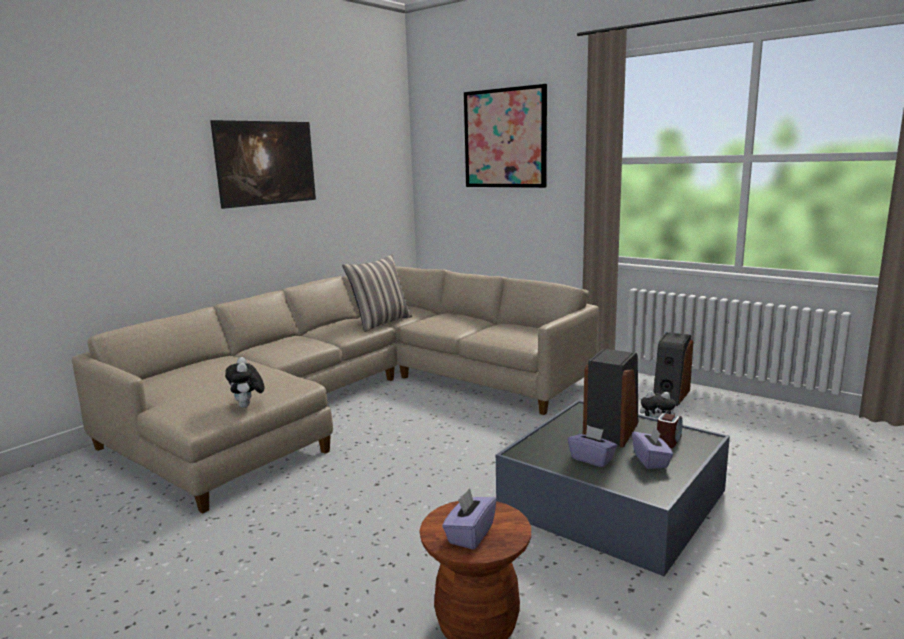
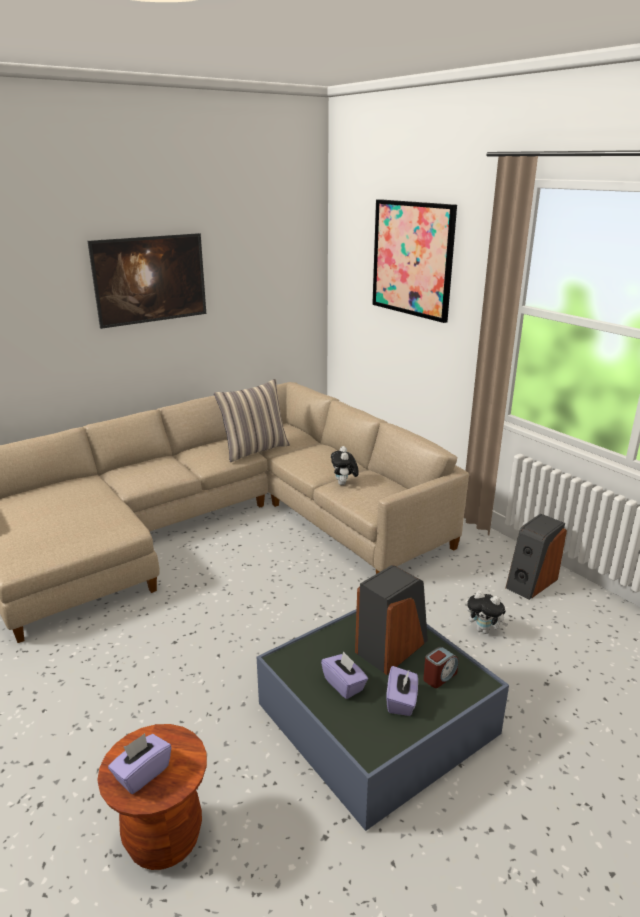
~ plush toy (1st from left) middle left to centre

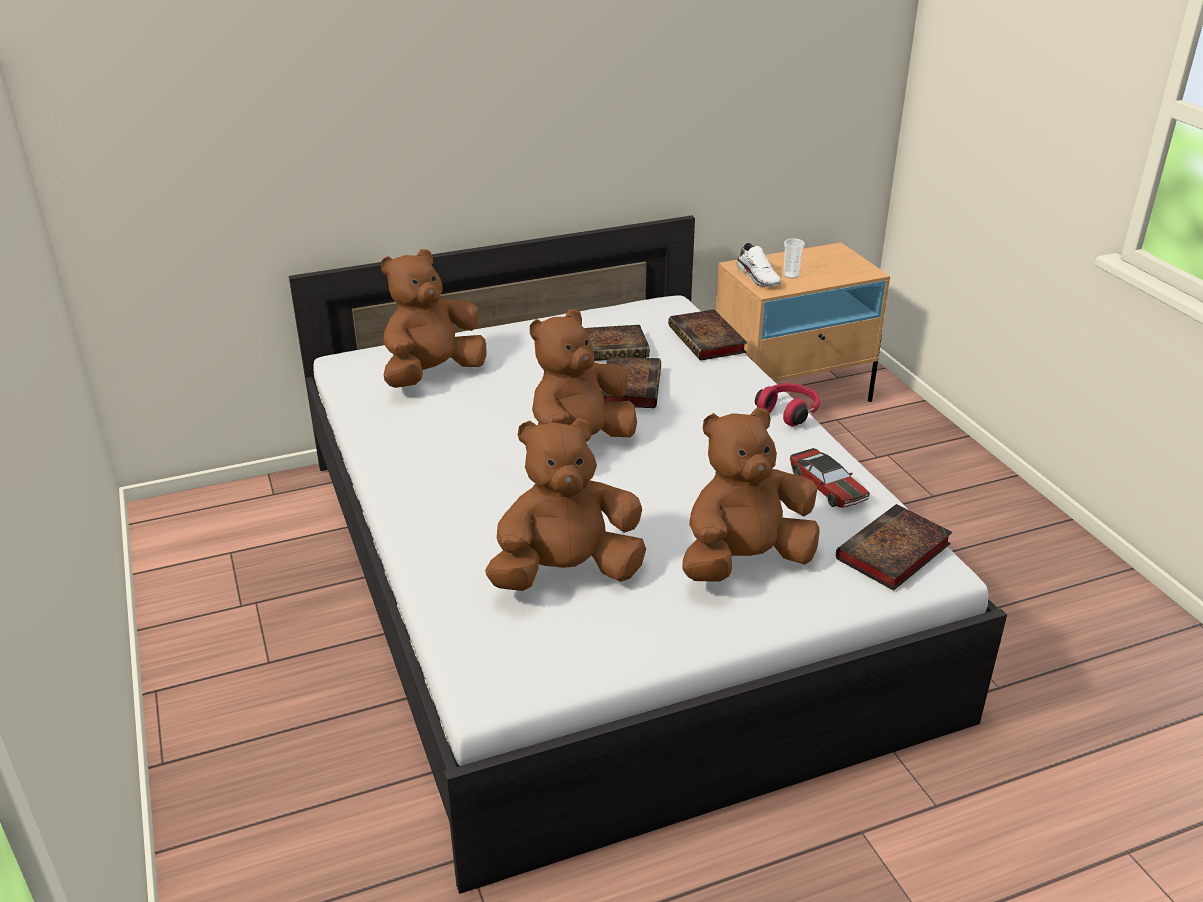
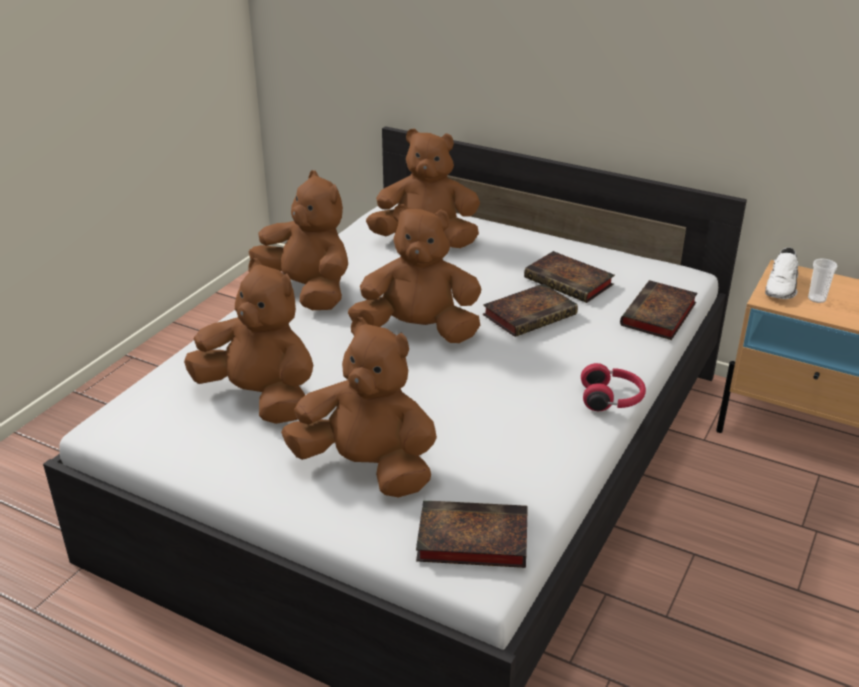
- miniature car middle right
+ brown plush toy (2nd from left) centre

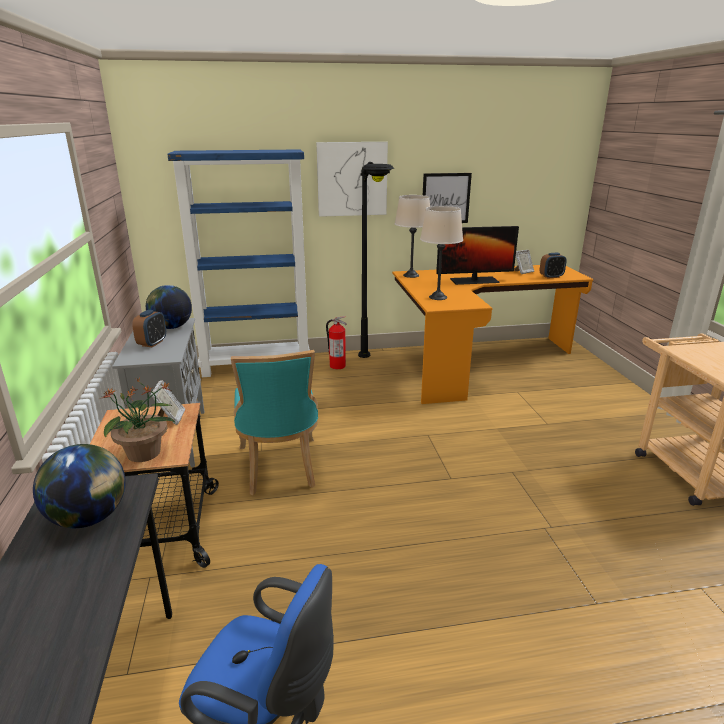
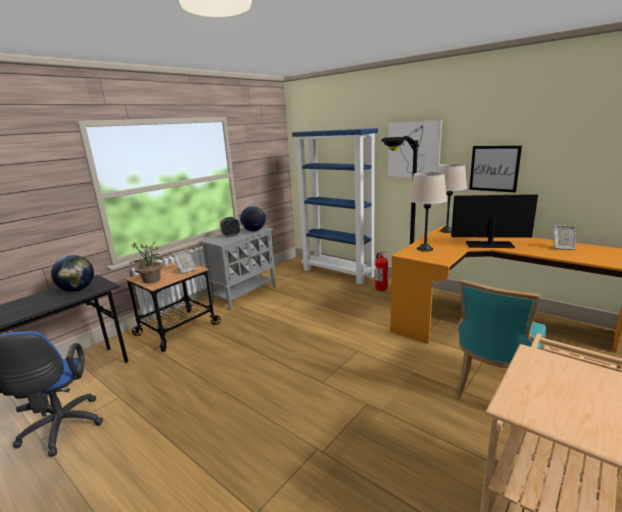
- bedside clock (2nd from left) middle right
~ turquoise-coloured plain chair centre to middle right
~ computer screen centre = middle right 150 degrees clockwise

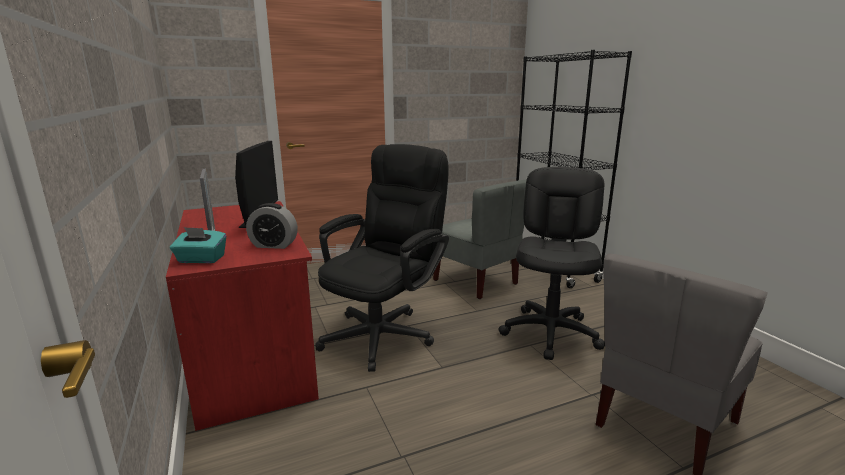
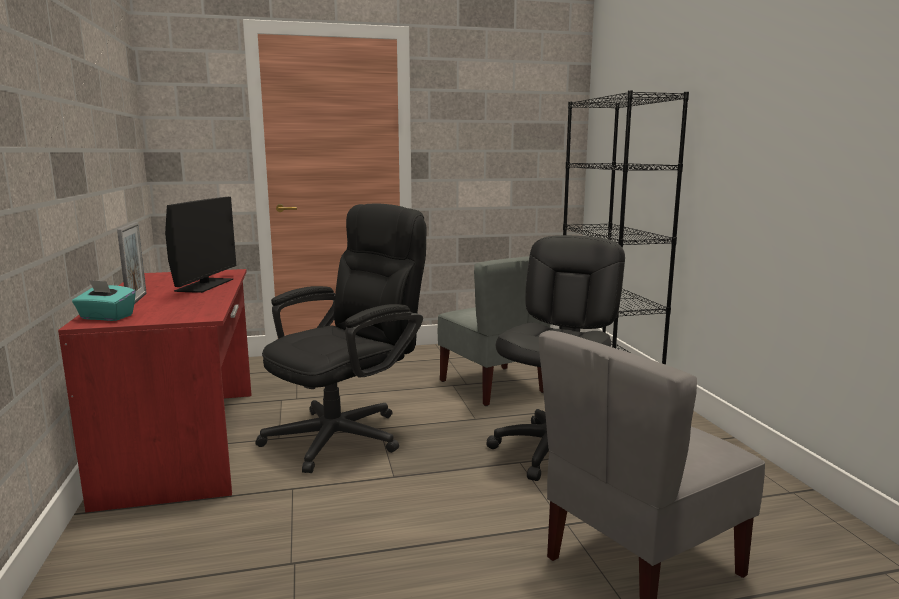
- bedside clock middle left

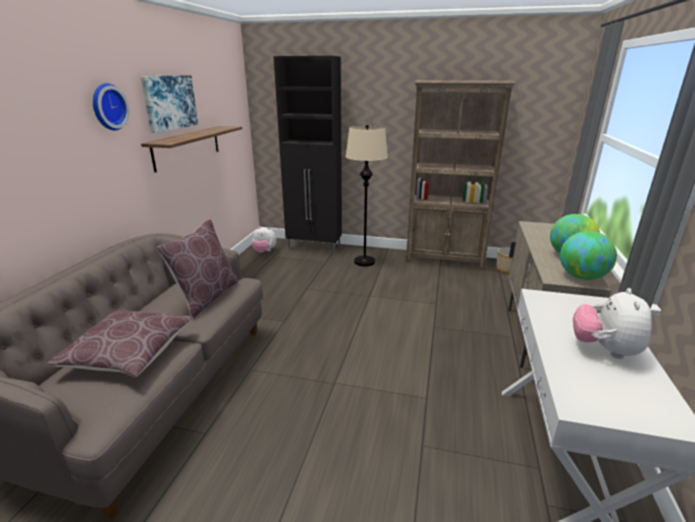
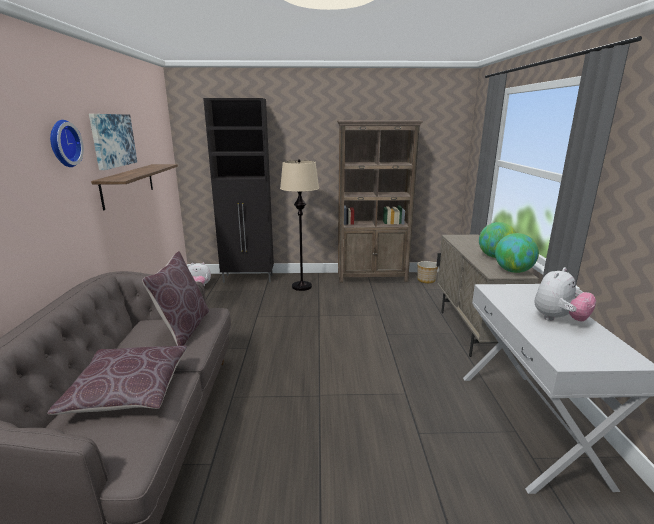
~ plush toy (2nd from left) middle right = middle right 135 degrees counterclockwise

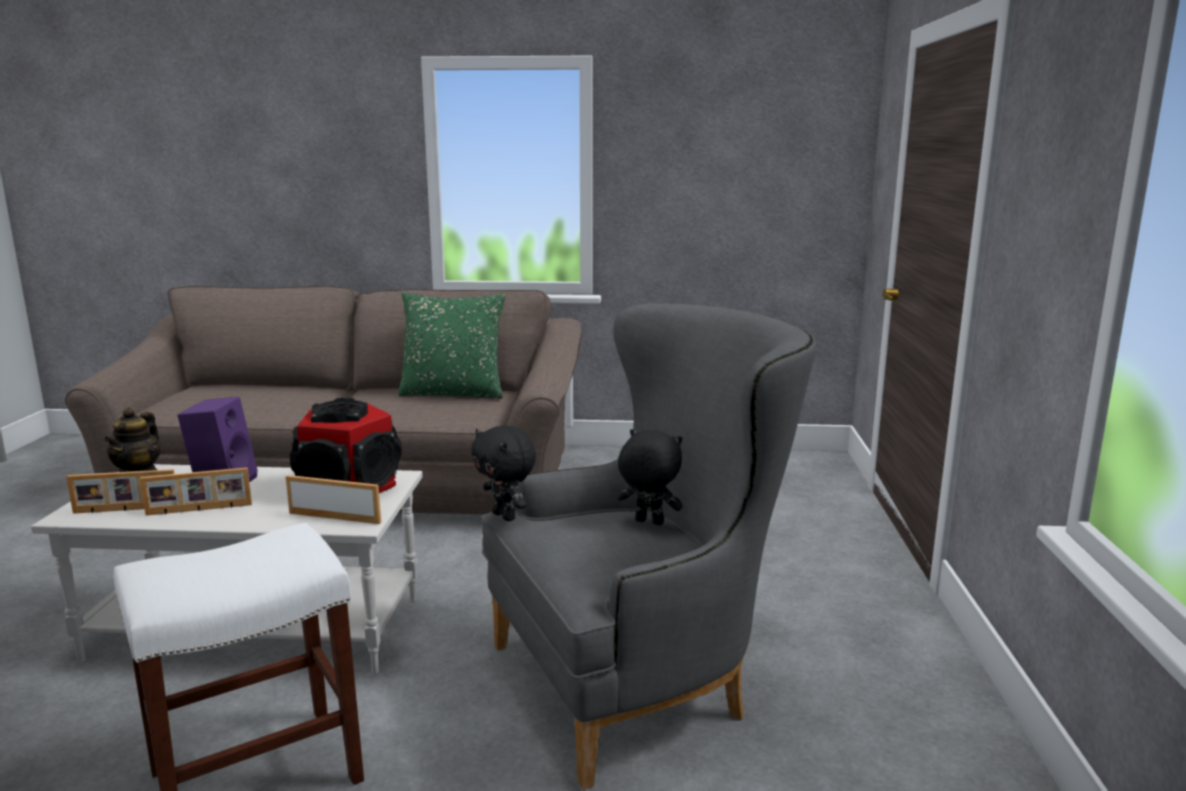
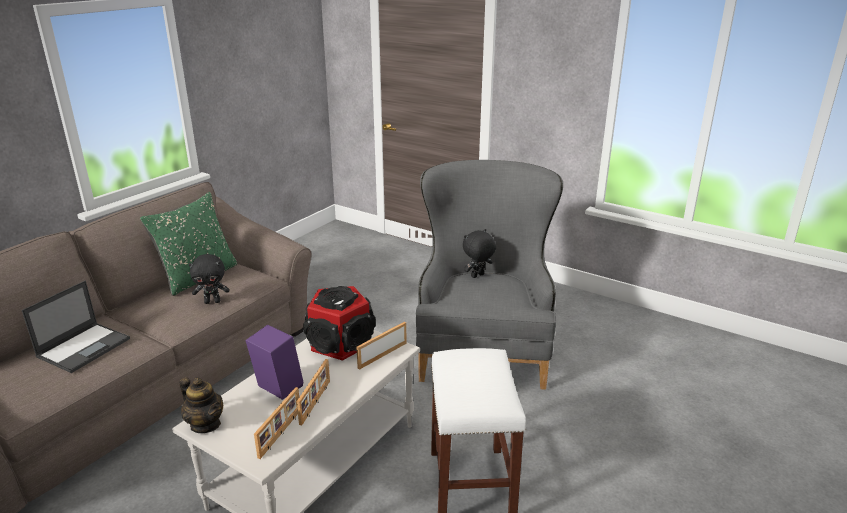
+ laptop middle left
~ black-coloured plush toy (1st from left) centre to middle left

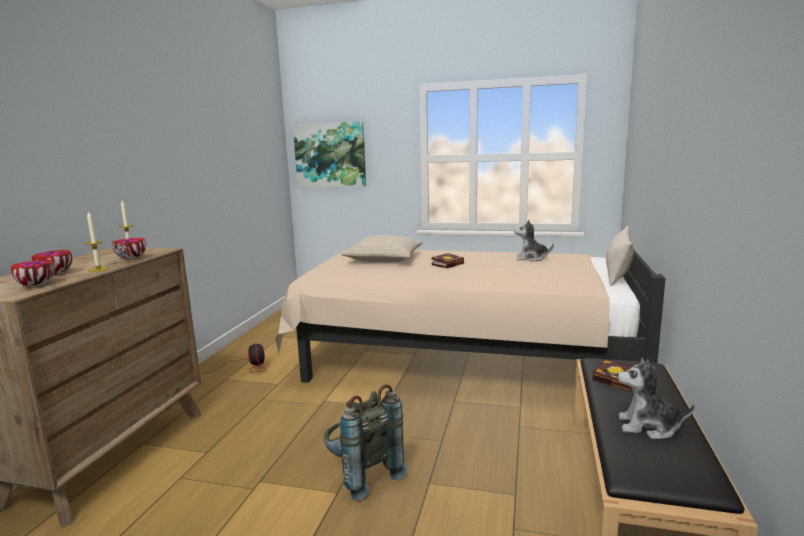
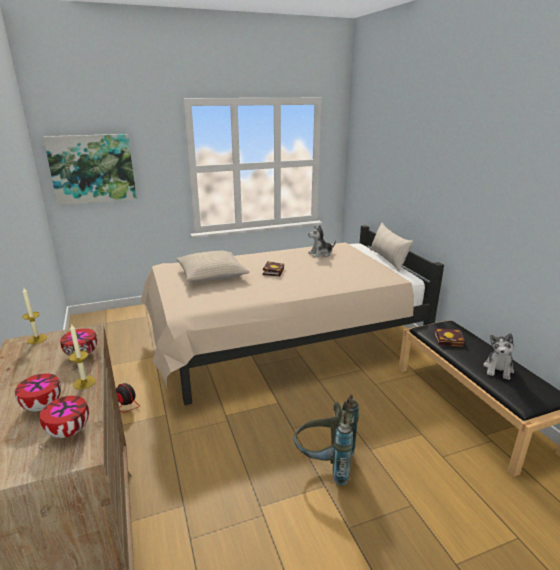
~ plush toy (2nd from left) bottom right = middle right 45 degrees counterclockwise

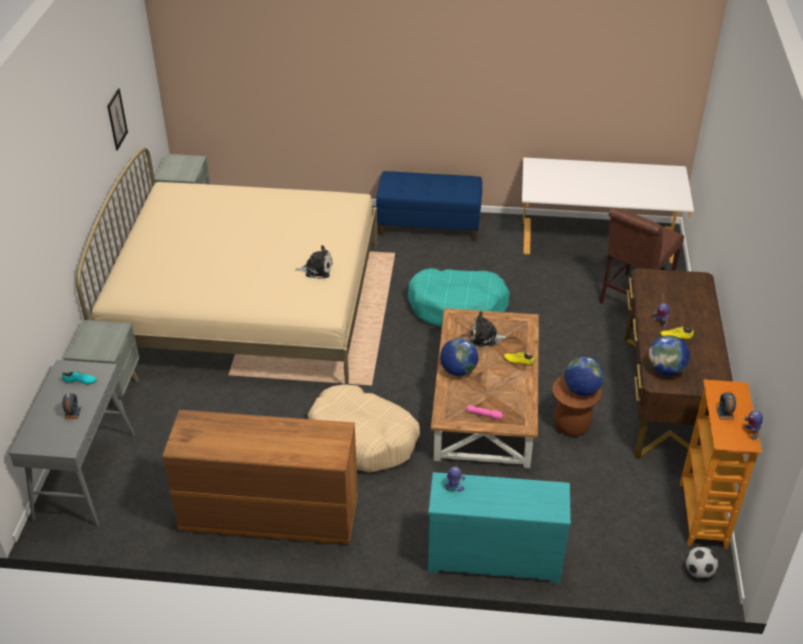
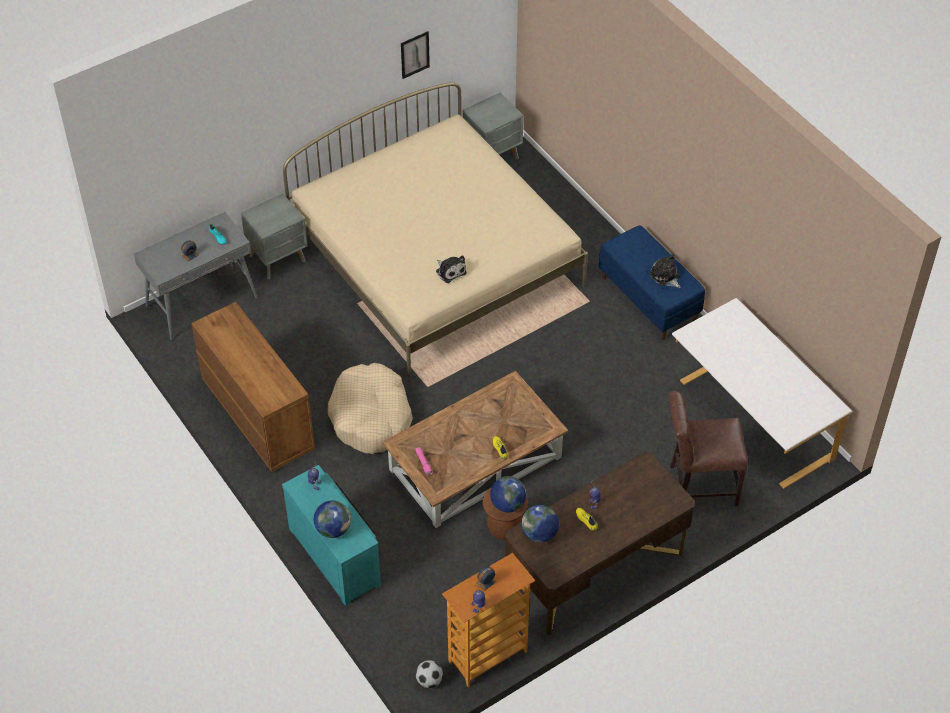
- turquoise-coloured pet bed centre
~ desk globe (1st from left) centre to bottom centre
~ plush toy (2nd from left) centre to middle right

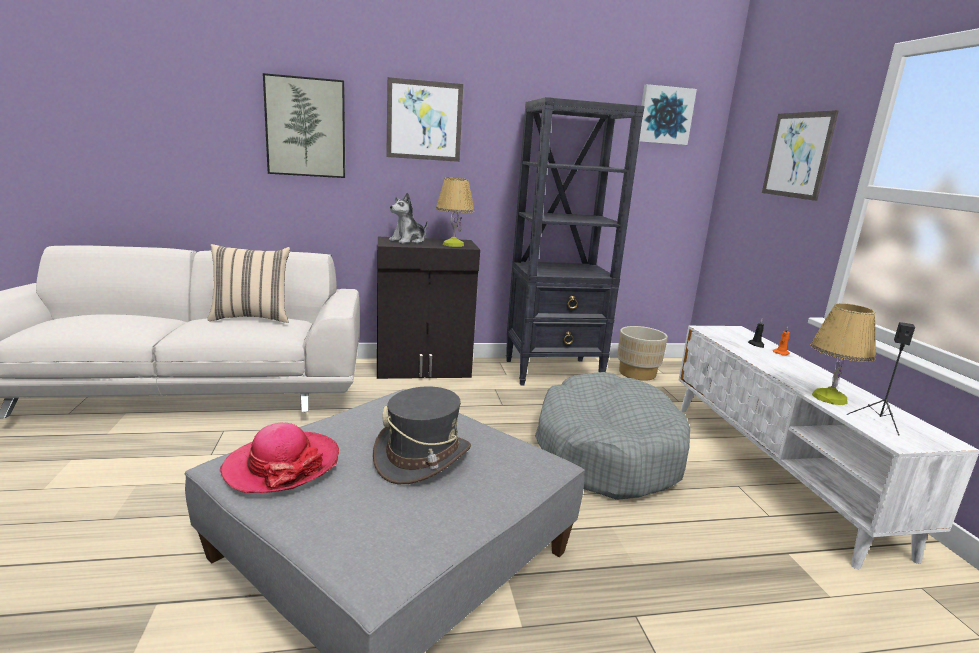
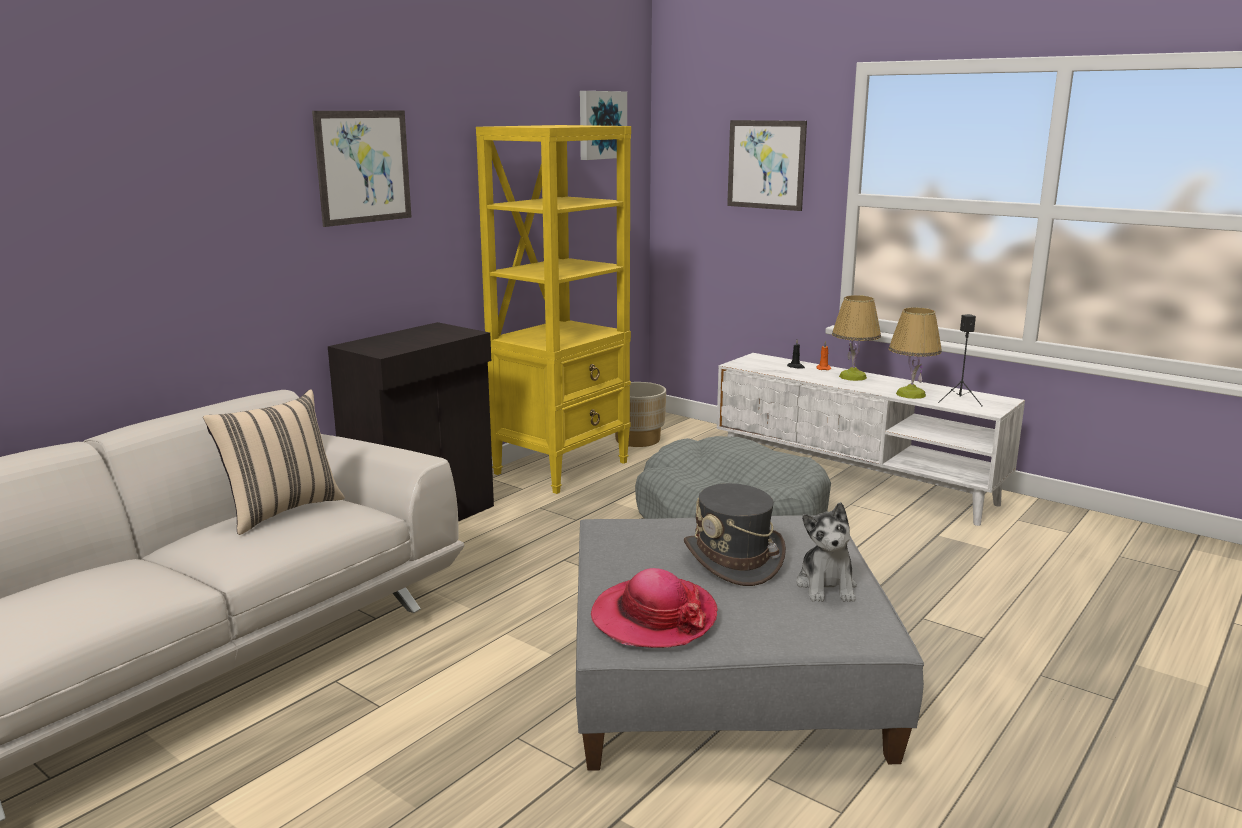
- wall picture (1st from left) top left
~ plush toy centre to bottom centre
~ table lamp (1st from left) top centre to middle right
~ black-coloured shelving unit centre to yellow-coloured shelving unit centre

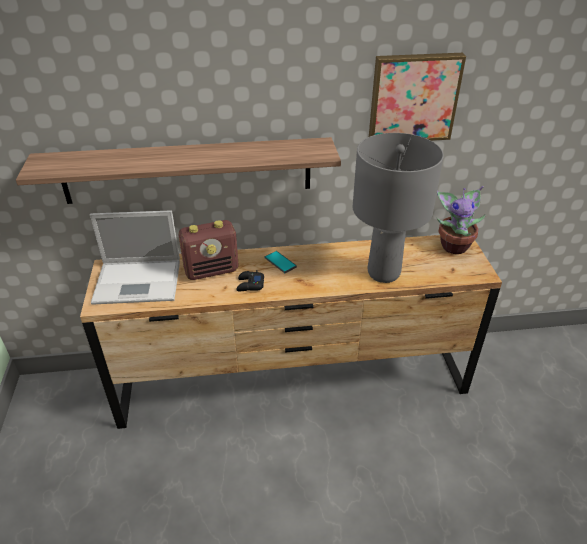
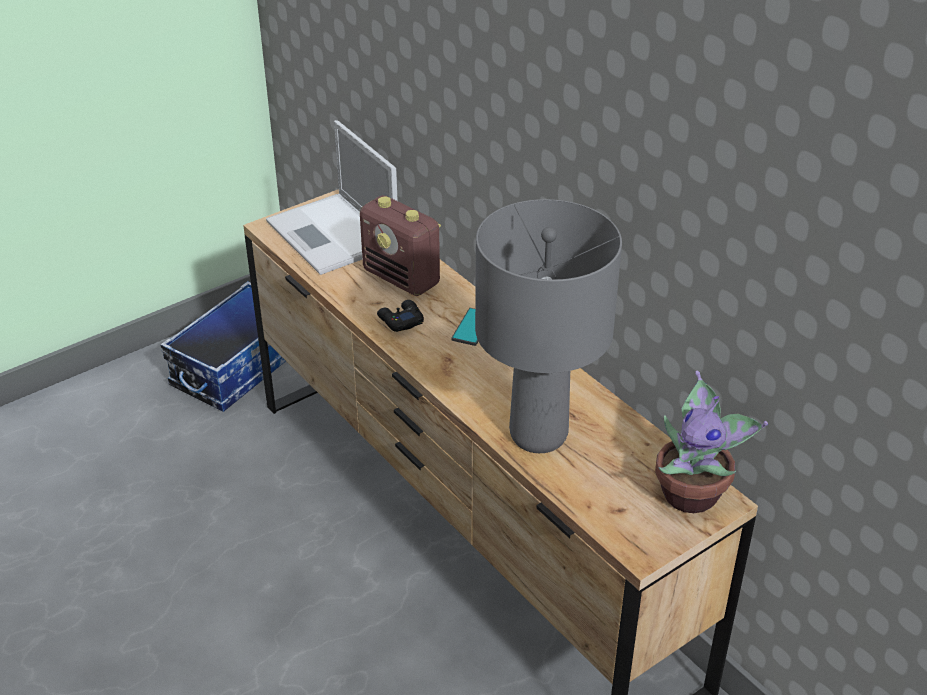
- wall shelf top left
- wall picture top right
+ storage box middle left

